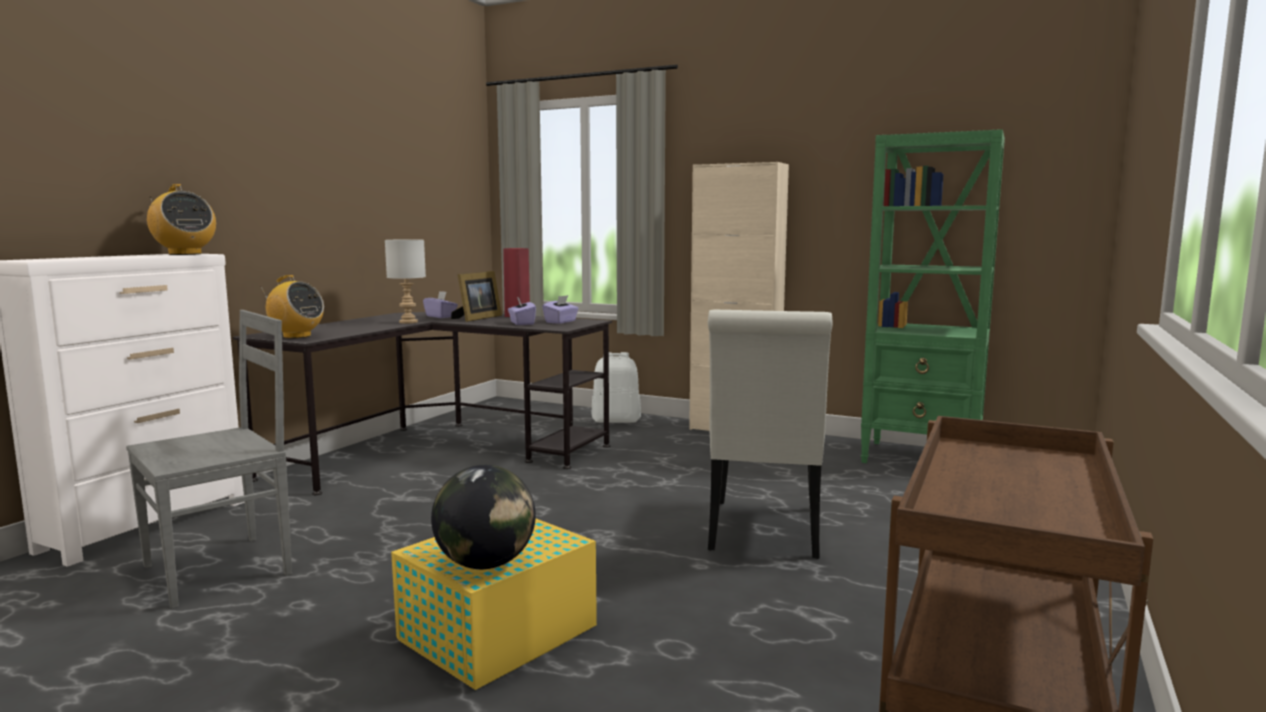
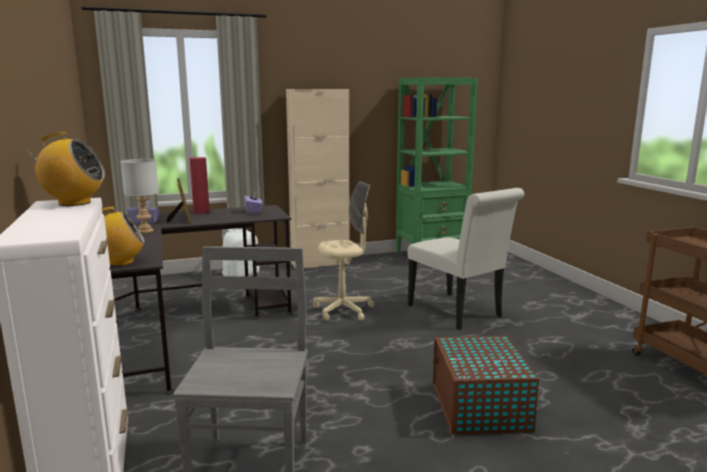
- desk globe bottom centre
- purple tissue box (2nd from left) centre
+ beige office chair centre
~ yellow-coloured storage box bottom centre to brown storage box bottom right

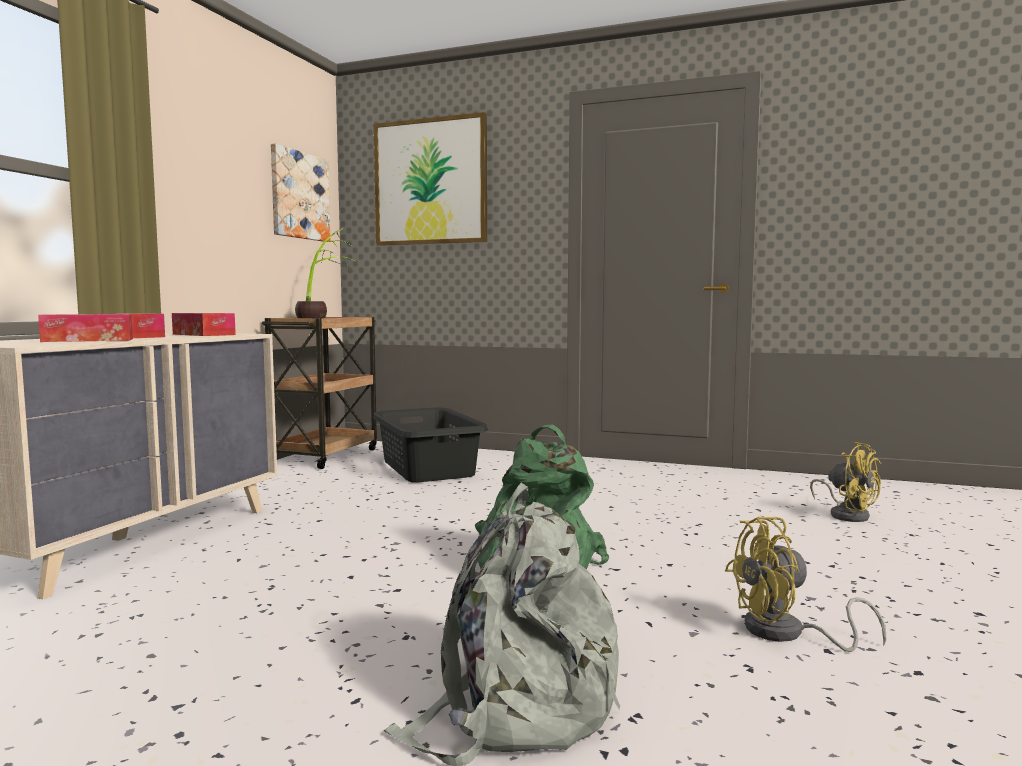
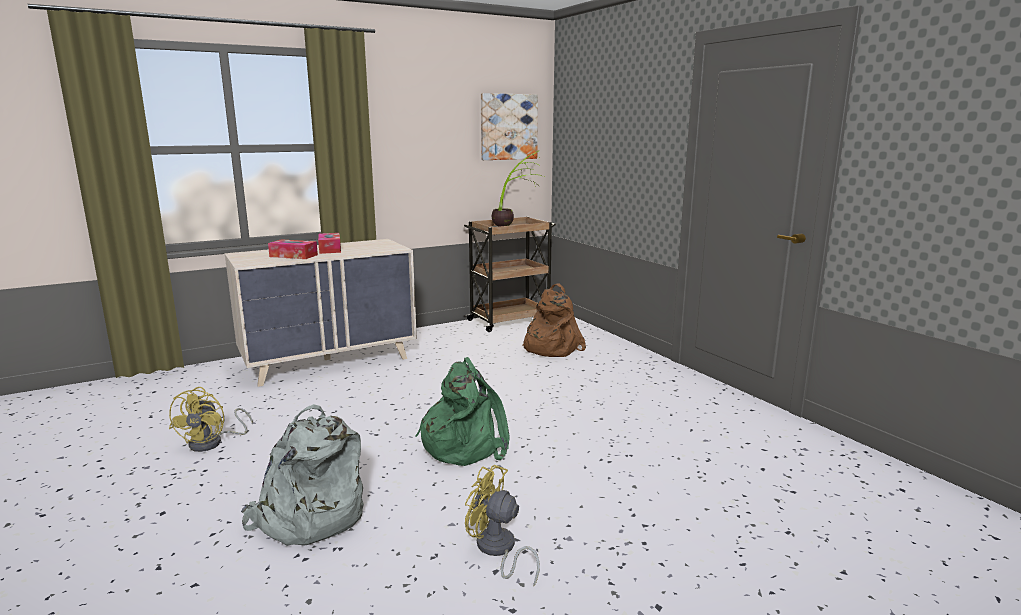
- tissue box (3rd from left) middle left
- wall picture (2nd from left) top centre
~ yellow-coloured cooling fan (2nd from left in the first image) middle right to yellow-coloured cooling fan (1st from left) bottom left
~ black-coloured laundry basket centre to brown knapsack centre

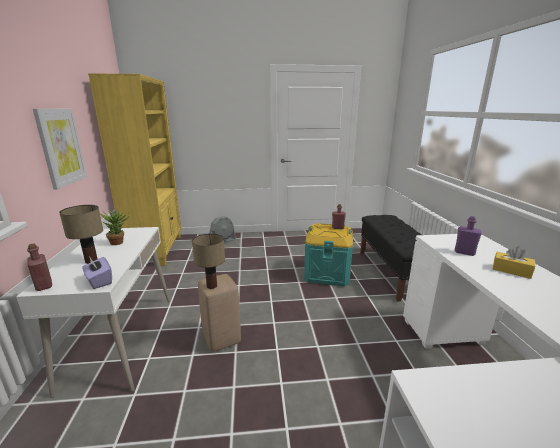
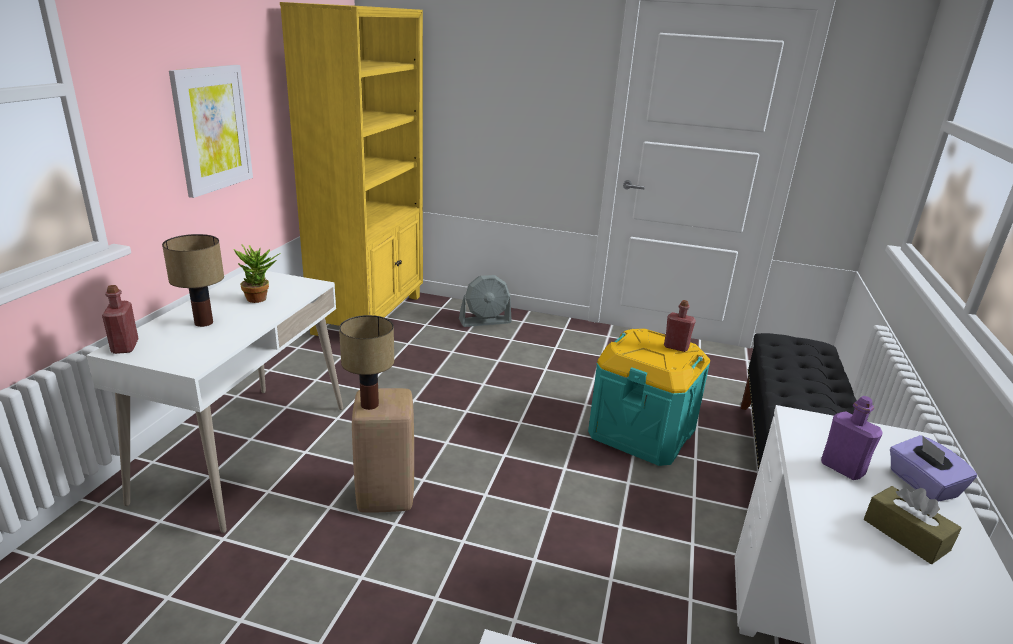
~ purple tissue box middle left to bottom right
~ yellow-coloured tissue box middle right to brown tissue box bottom right

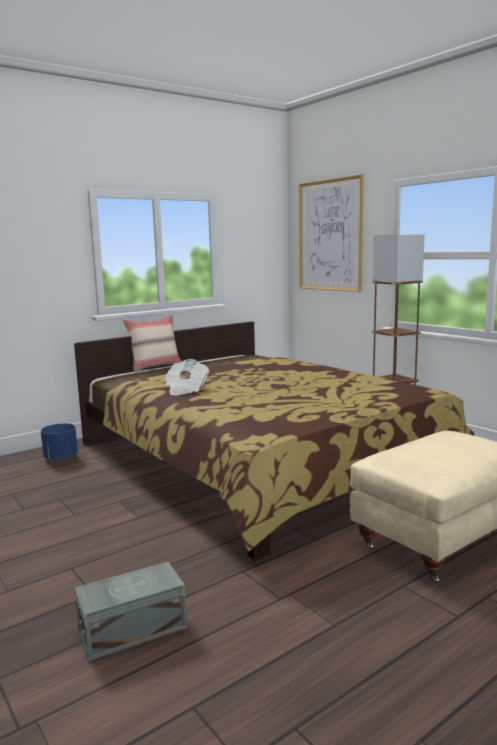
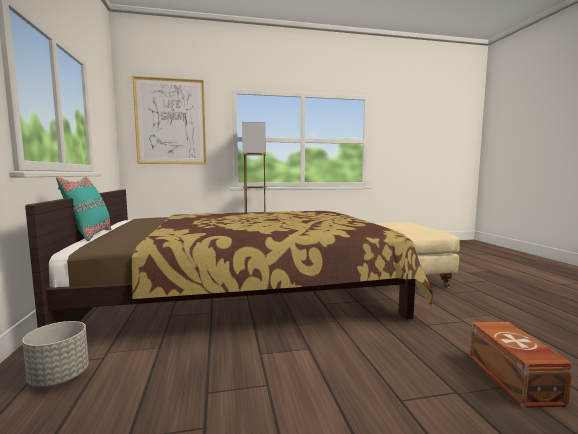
- newspaper centre
~ bluish plant pot middle left to gray plant pot bottom left
~ gray storage box bottom left to brown storage box bottom right
~ beige pillow middle left to turquoise-coloured pillow middle left

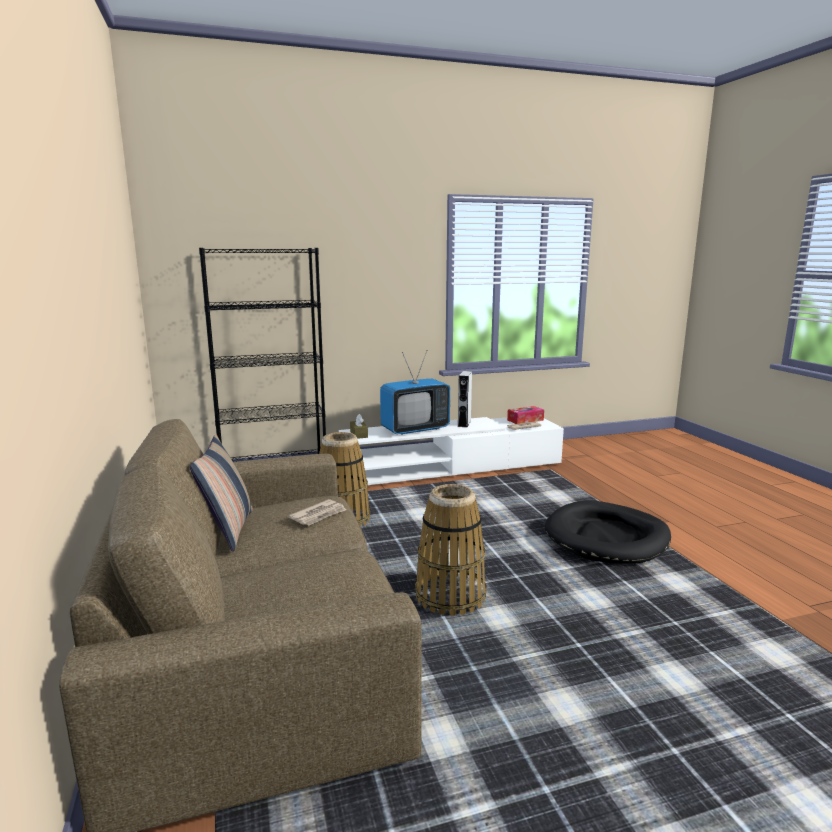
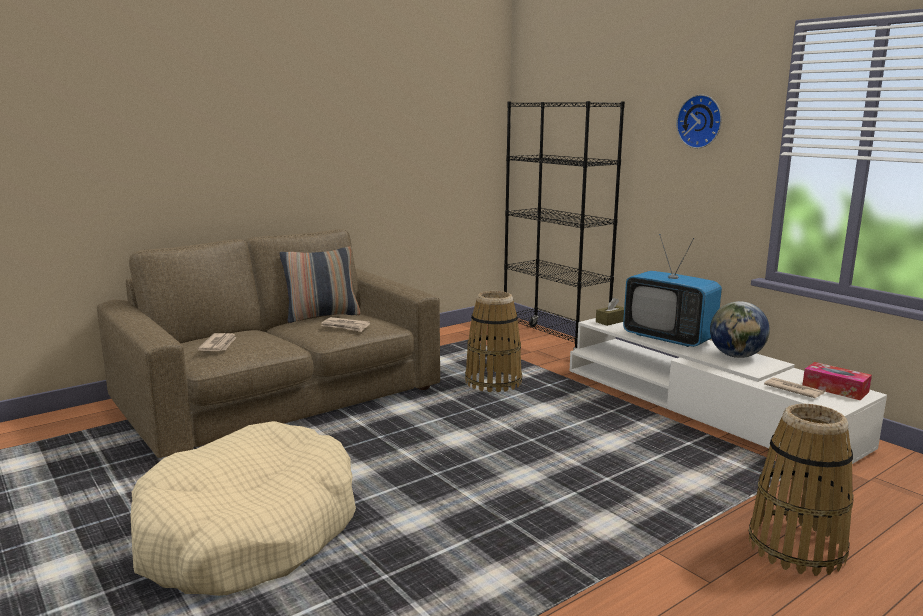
- black-coloured pet bed middle right
+ beige pet bed bottom left
+ newspaper (1st from left) middle left
+ wall clock top right
~ storage basket (2nd from left) centre to bottom right
~ gray speaker centre to desk globe middle right

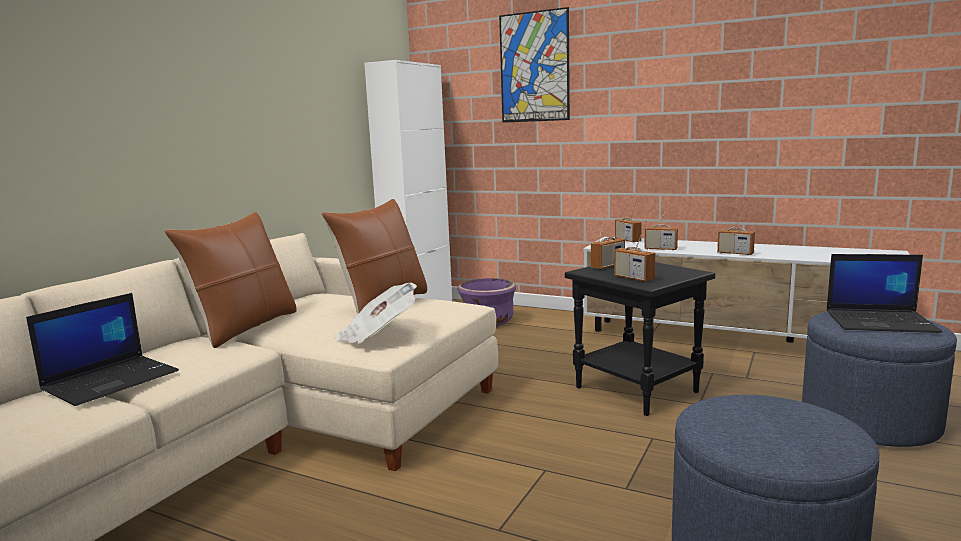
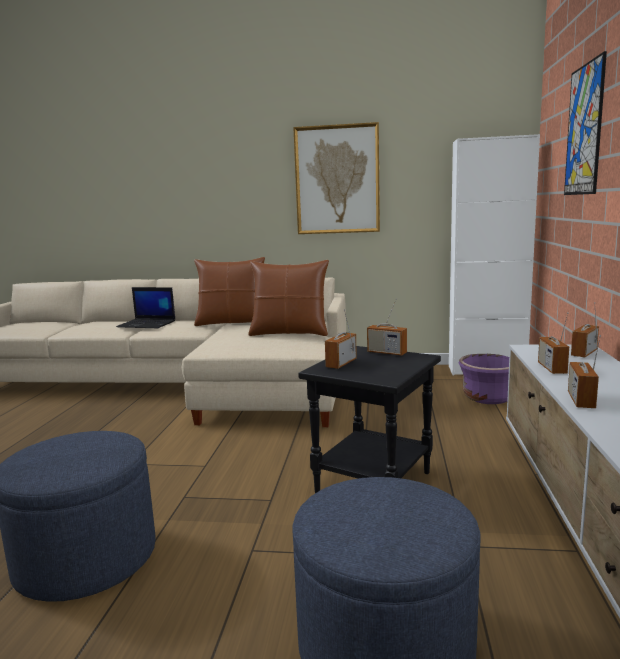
- newspaper centre
- laptop (2nd from left) middle right
+ wall picture (1st from left) top centre

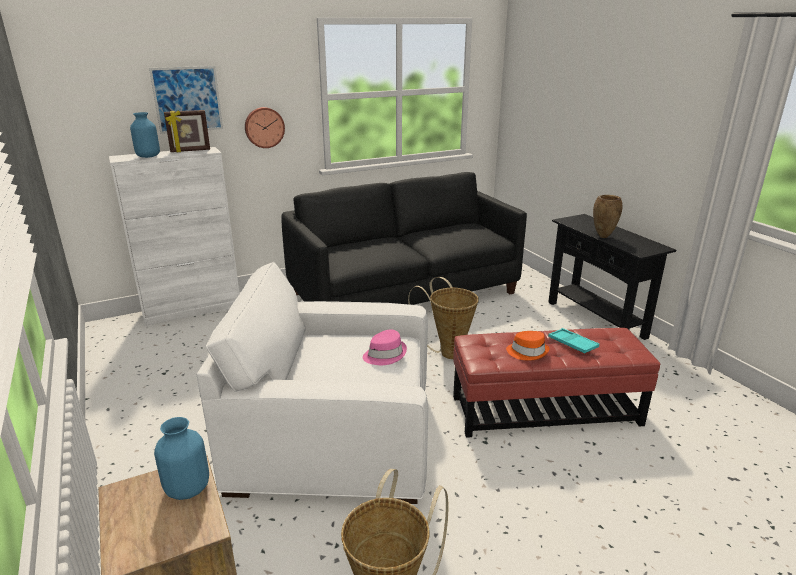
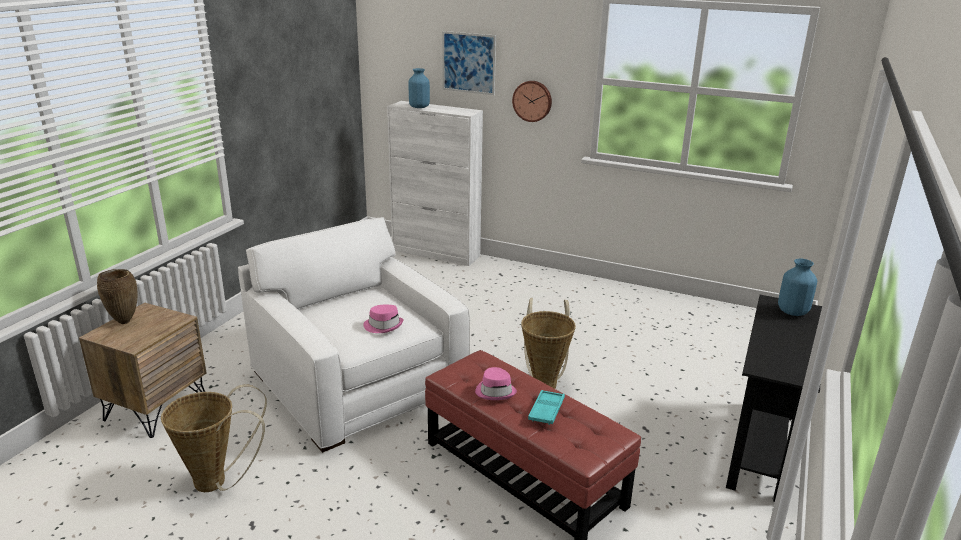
- photo frame top left
- black-coloured couch centre
~ bluish decorative vase (2nd from left) bottom left to middle right
~ brown decorative vase middle right to middle left
~ orange-coloured wearable hat centre to pink-coloured wearable hat (2nd from left) bottom centre

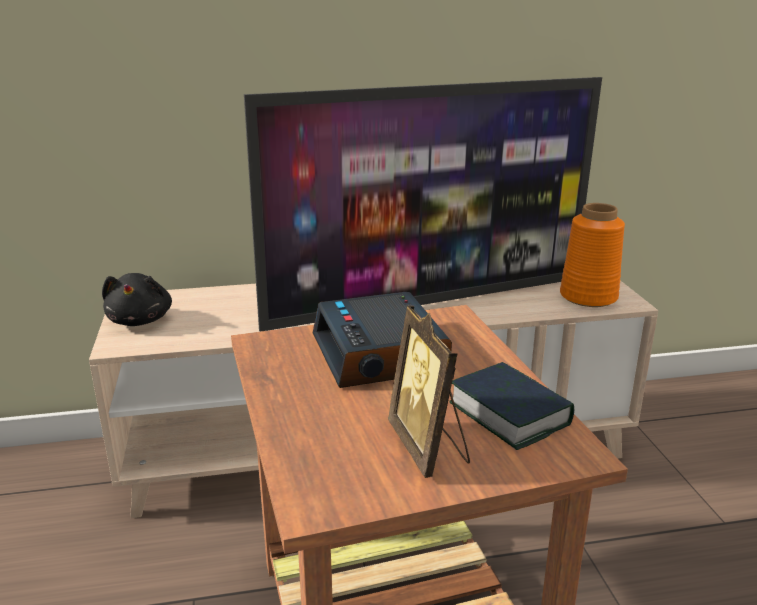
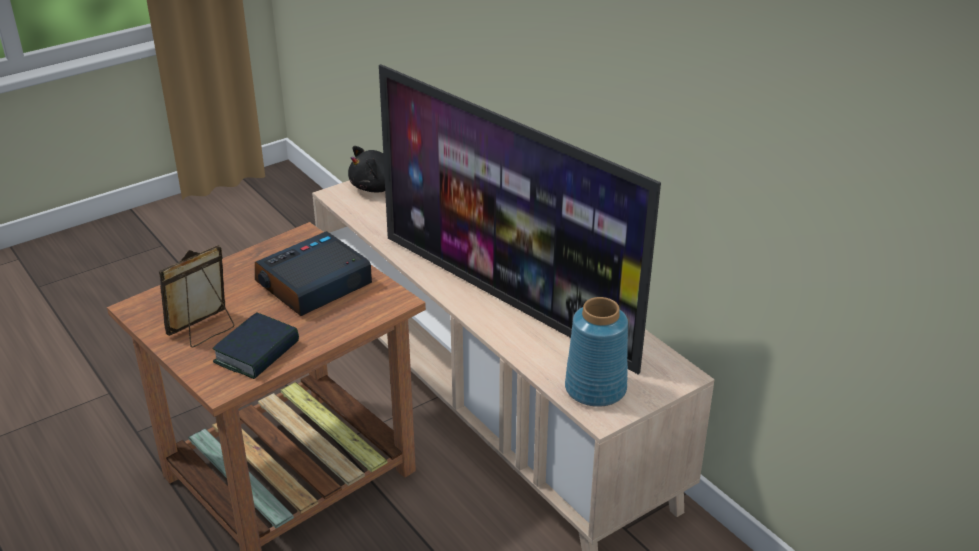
~ orange-coloured decorative vase middle right to bluish decorative vase centre

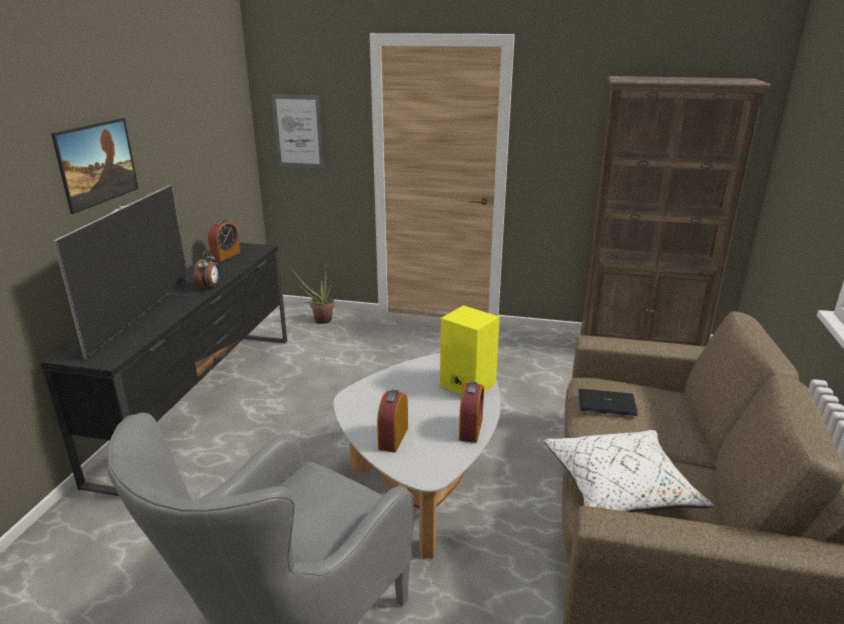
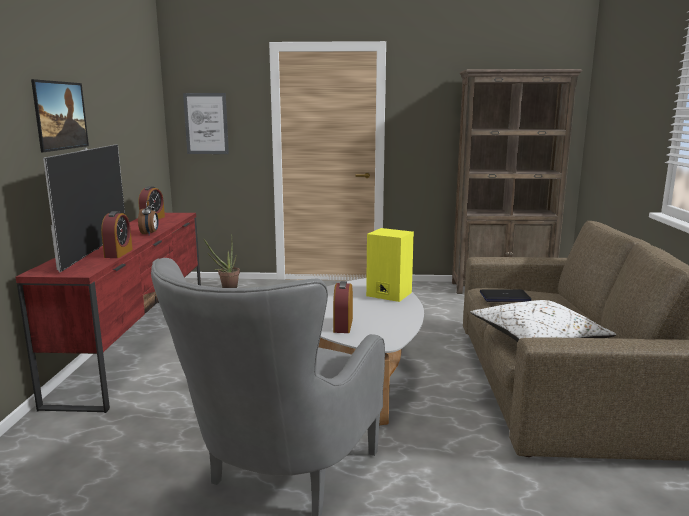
~ bedside clock (4th from left in the first image) centre to bedside clock (1st from left) middle left
~ black-coloured tv unit middle left to reddish tv unit middle left

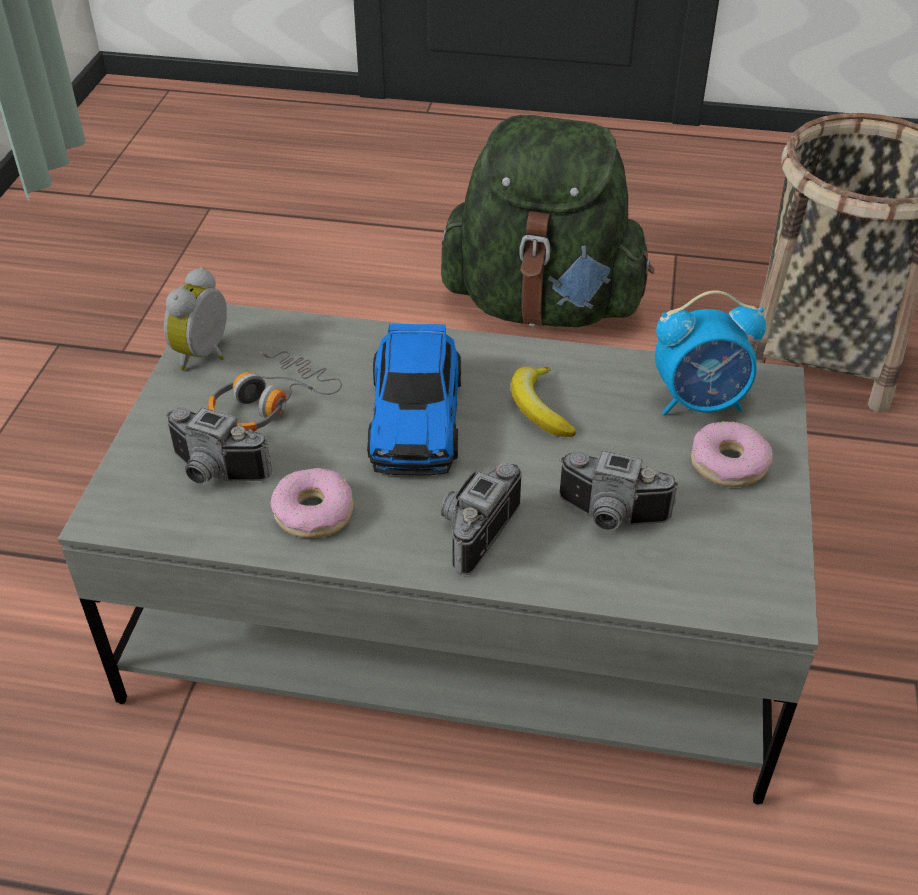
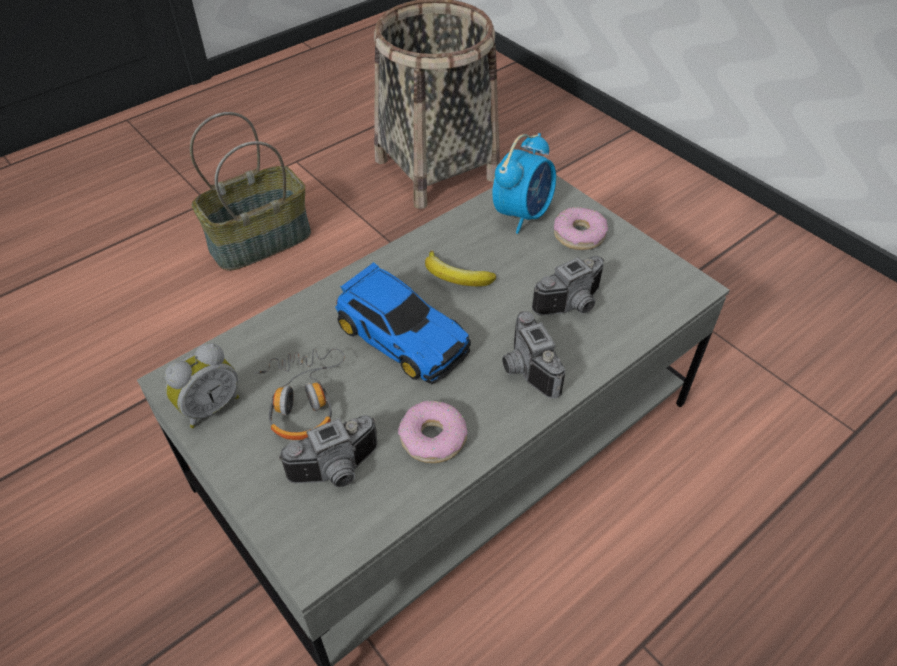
~ green knapsack top centre to storage basket (1st from left) top left
~ bedside clock (1st from left) middle left = middle left 105 degrees counterclockwise

